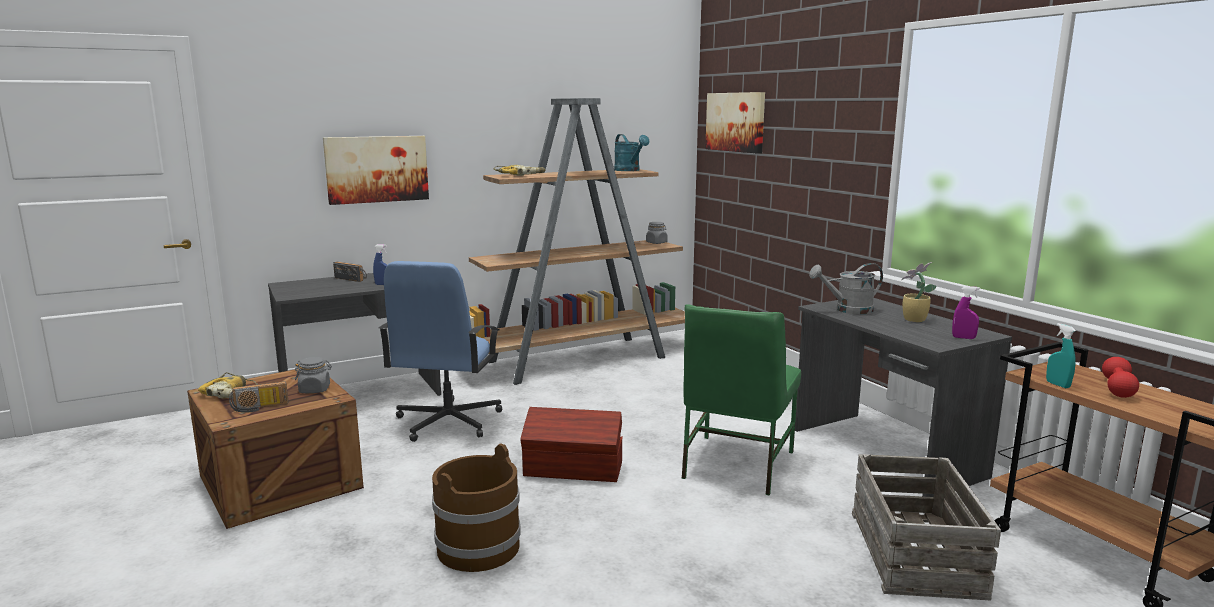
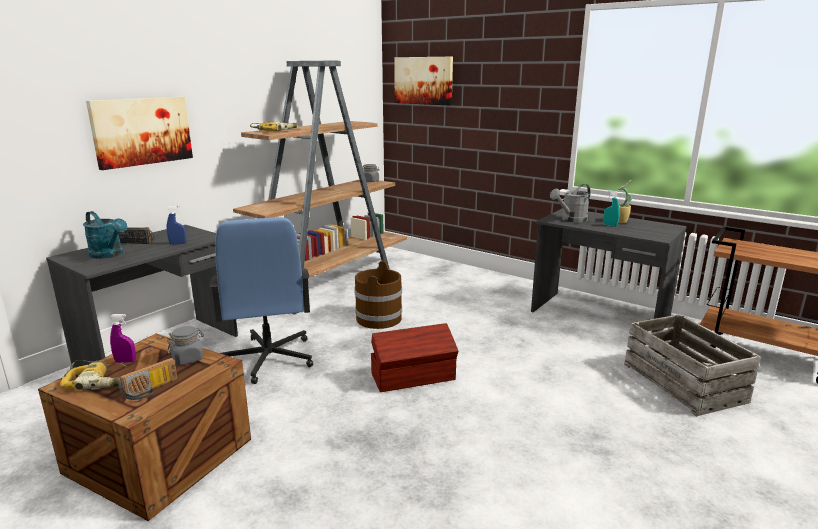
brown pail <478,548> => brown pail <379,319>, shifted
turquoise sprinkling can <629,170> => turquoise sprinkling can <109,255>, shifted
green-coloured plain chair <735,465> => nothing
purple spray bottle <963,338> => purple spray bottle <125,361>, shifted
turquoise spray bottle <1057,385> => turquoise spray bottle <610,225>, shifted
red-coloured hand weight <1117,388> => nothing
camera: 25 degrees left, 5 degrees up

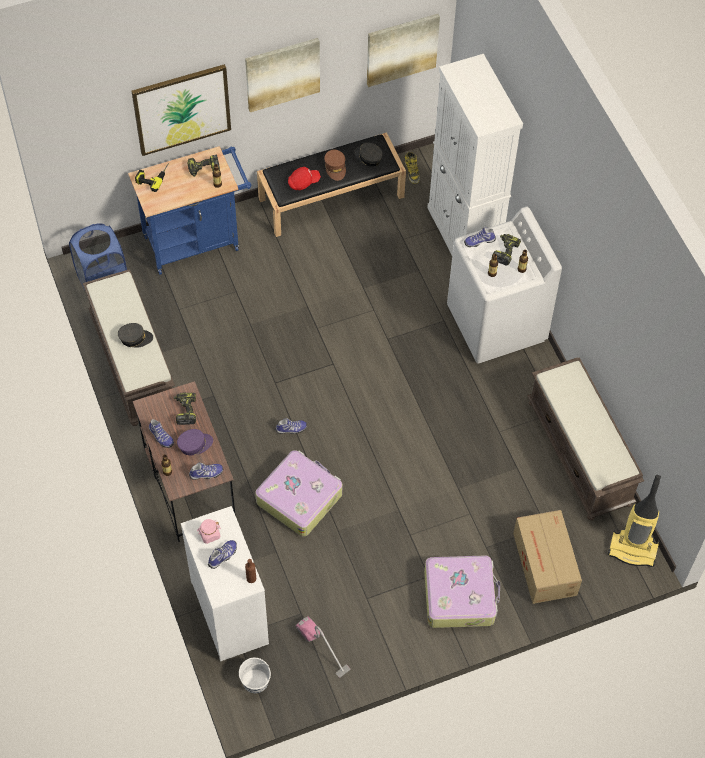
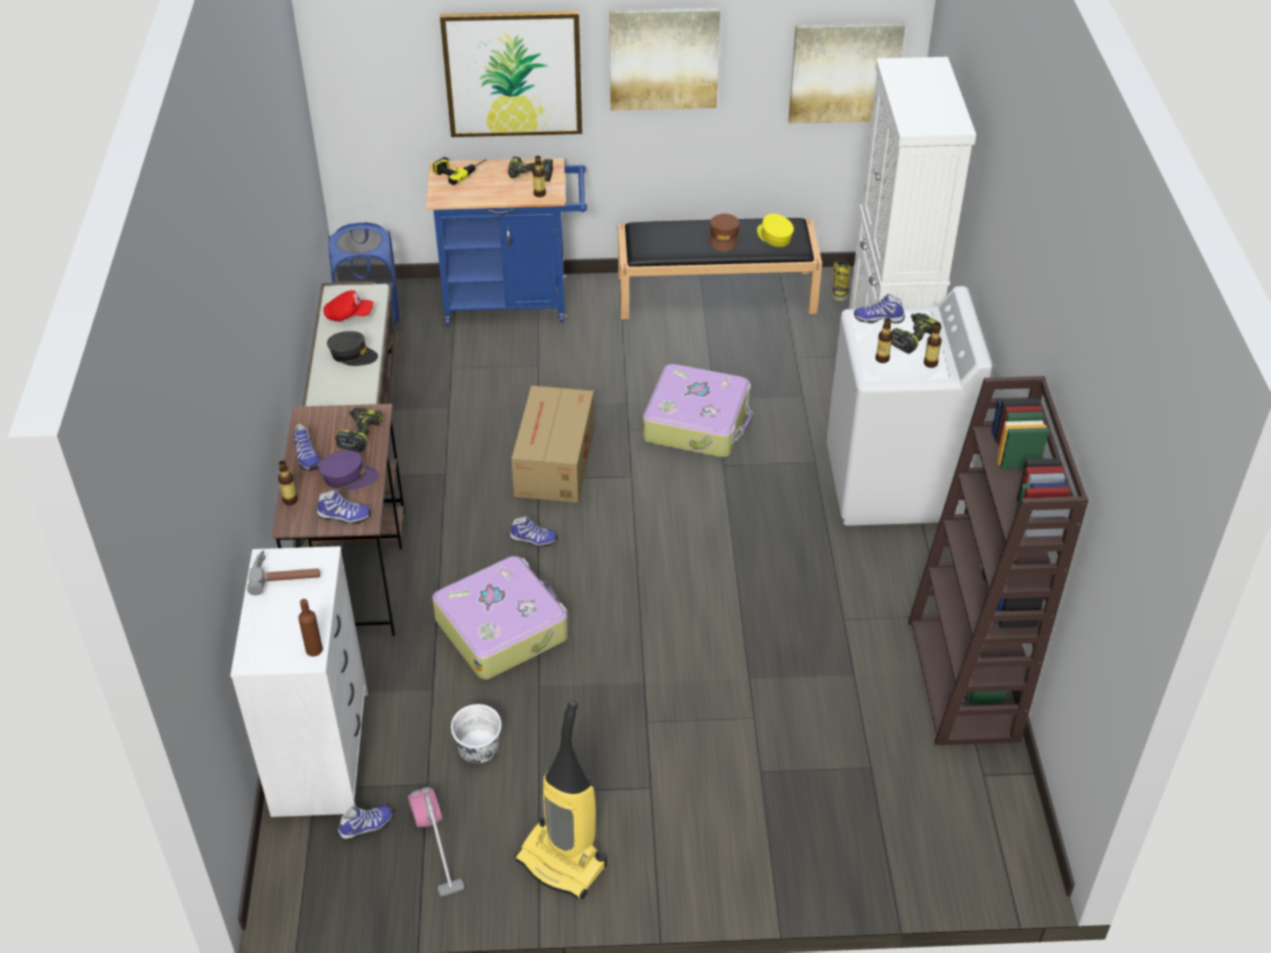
pinkish storage jar <209,534> => tool hammer <285,574>
low shoe <223,556> => low shoe <366,827>, shifted
whitish pail <255,681> => whitish pail <478,747>, shifted
red-coloured cap <303,182> => red-coloured cap <348,315>, shifted
gray cap <368,157> => yellow cap <774,236>
travel case <460,596> => travel case <698,422>, shifted
carton <544,565> => carton <554,462>, shifted
brown indoor bench <580,453> => brown bookcase <964,681>
vacuum cleaner <633,549> => vacuum cleaner <563,862>, shifted
camera: 20 degrees right, 15 degrees down

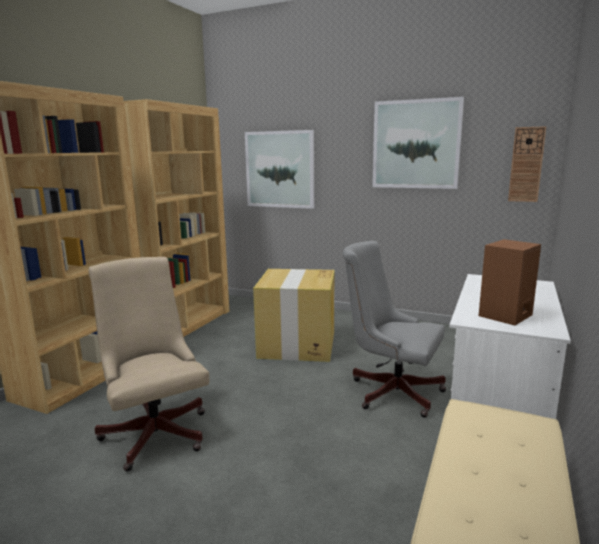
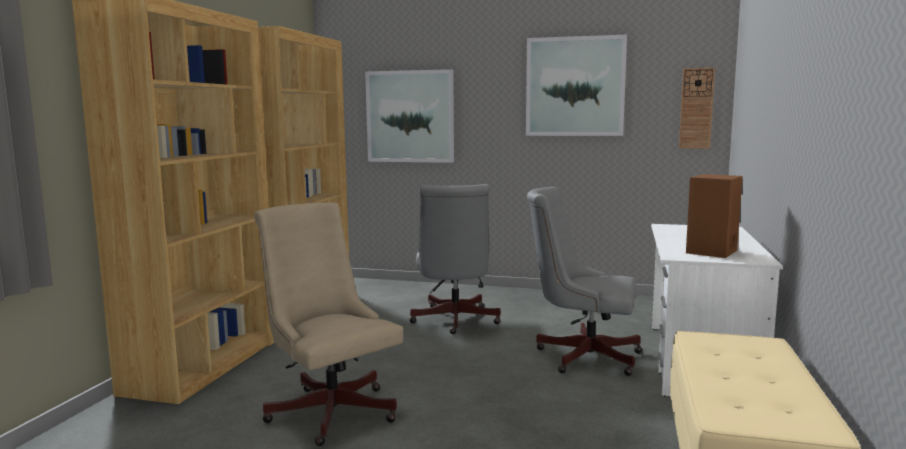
carton <297,345> => gray desk chair <454,321>
camera: 10 degrees left, 5 degrees down

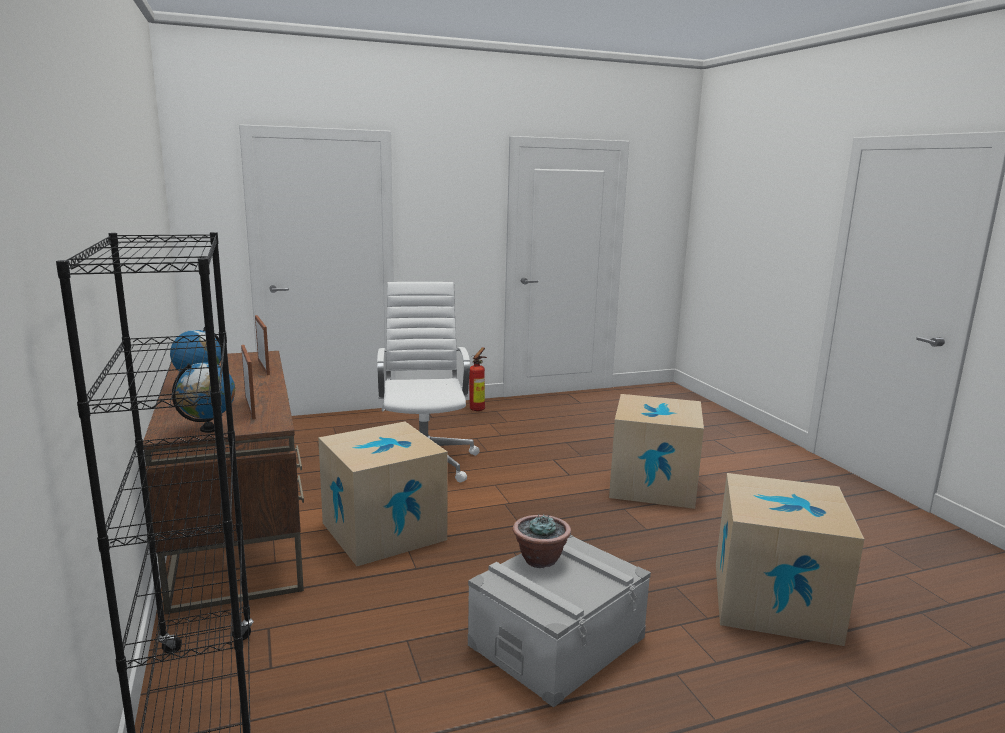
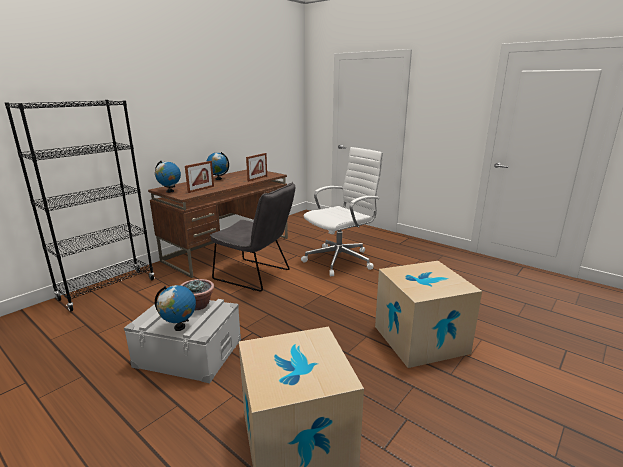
carton <383,531> => gray plain chair <256,276>
extinguisher <478,408> => nothing
nothing => desk globe <179,327>
camera: 60 degrees right, 5 degrees up

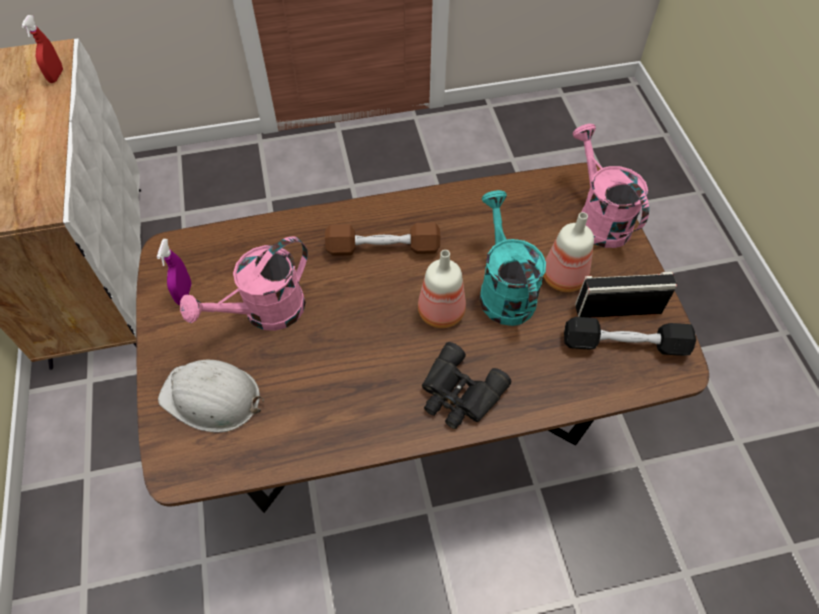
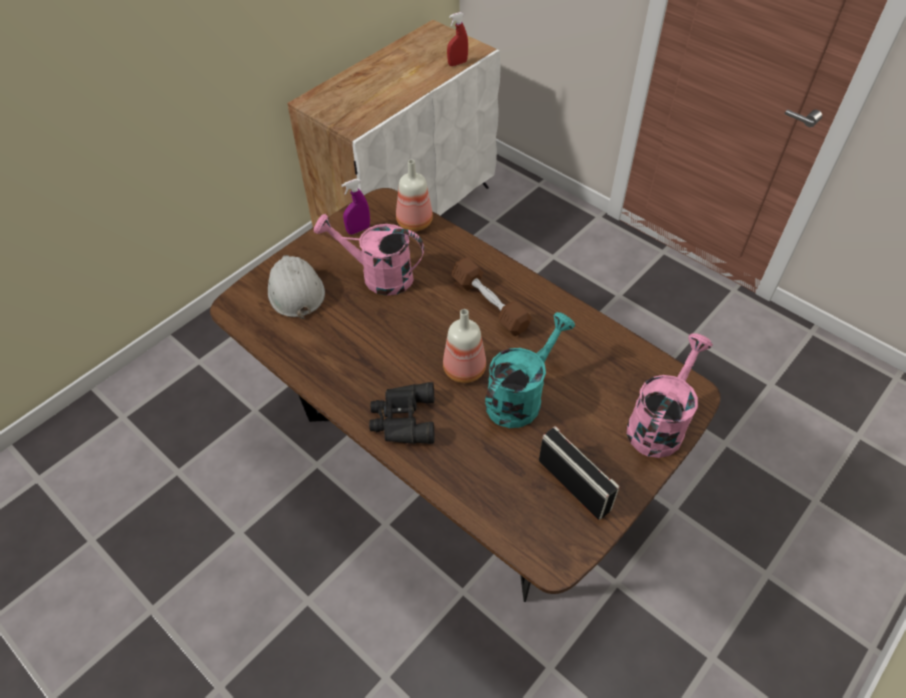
drink bottle <564,278> => drink bottle <414,223>, shifted
black-coloured hand weight <624,344> => nothing
camera: 55 degrees right, 5 degrees down

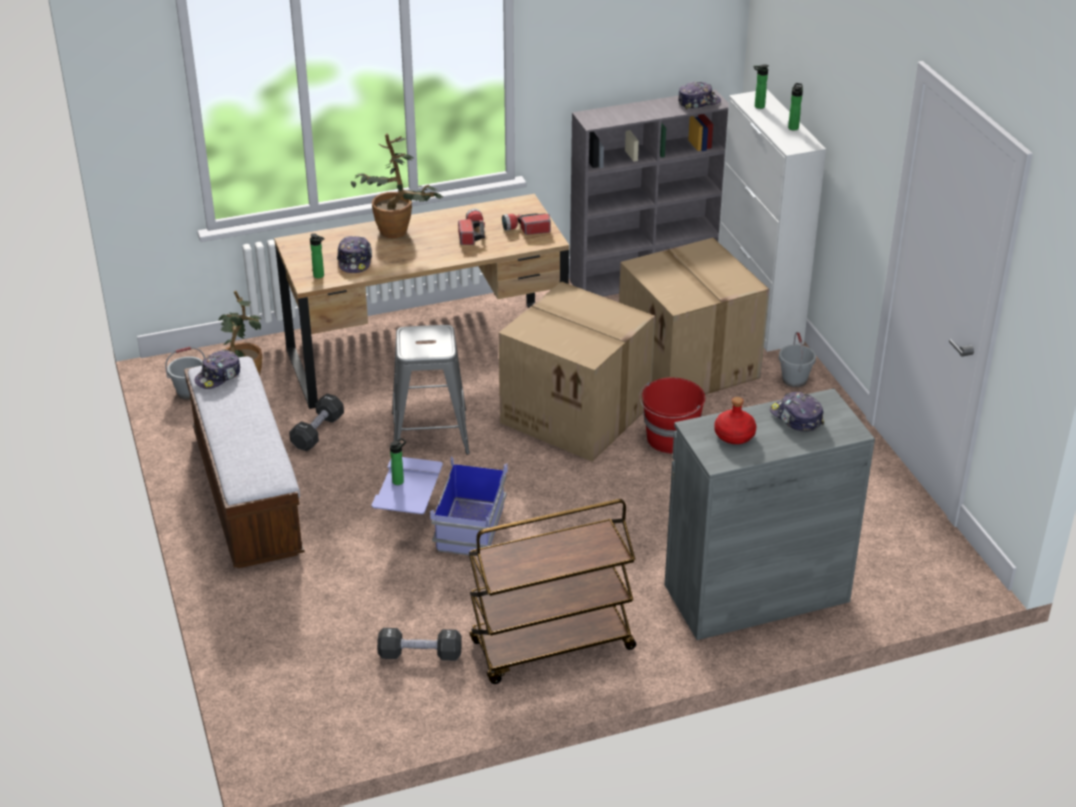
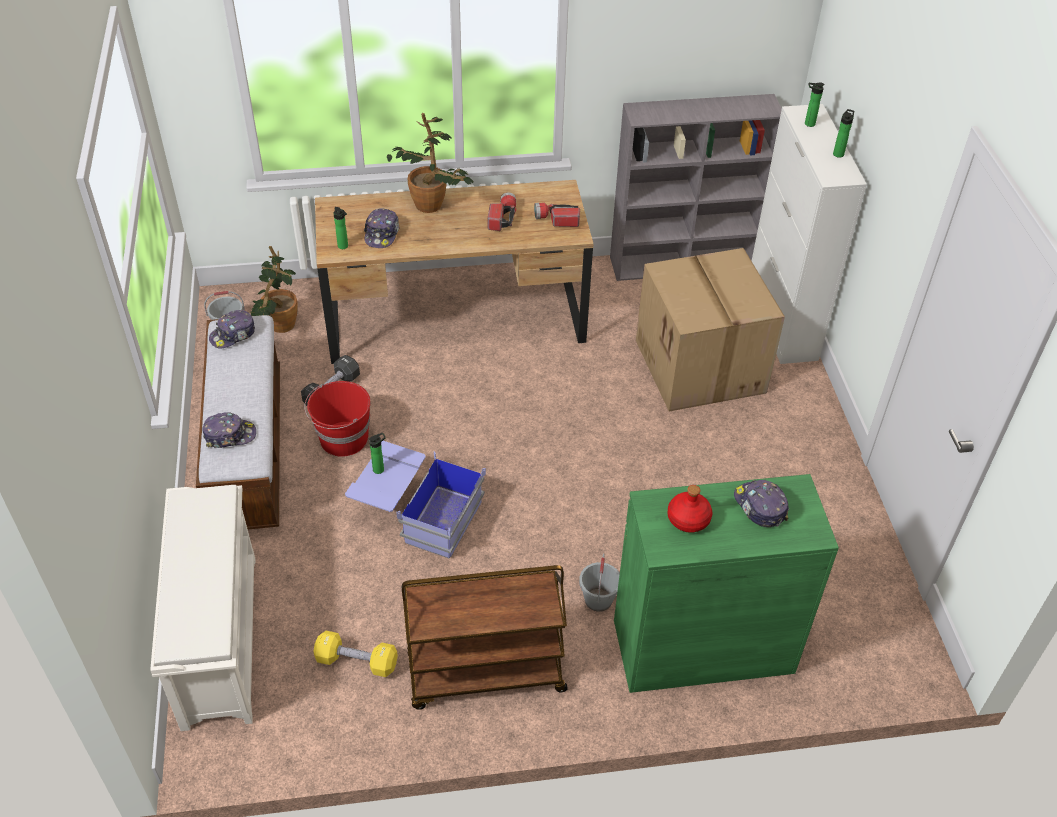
black-coloured hand weight <420,655> => yellow hand weight <357,661>
gray stool <430,433> => nothing
carton <578,413> => nothing
red-coloured pail <670,439> => red-coloured pail <343,439>, shifted
gray cabinet <756,593> => green-coloured cabinet <703,646>
cap <698,102> => cap <229,435>, shifted
gray pail <795,380> => gray pail <598,600>, shifted
nothing => whitish shoe shelf <219,638>
camera: 10 degrees right, 10 degrees up

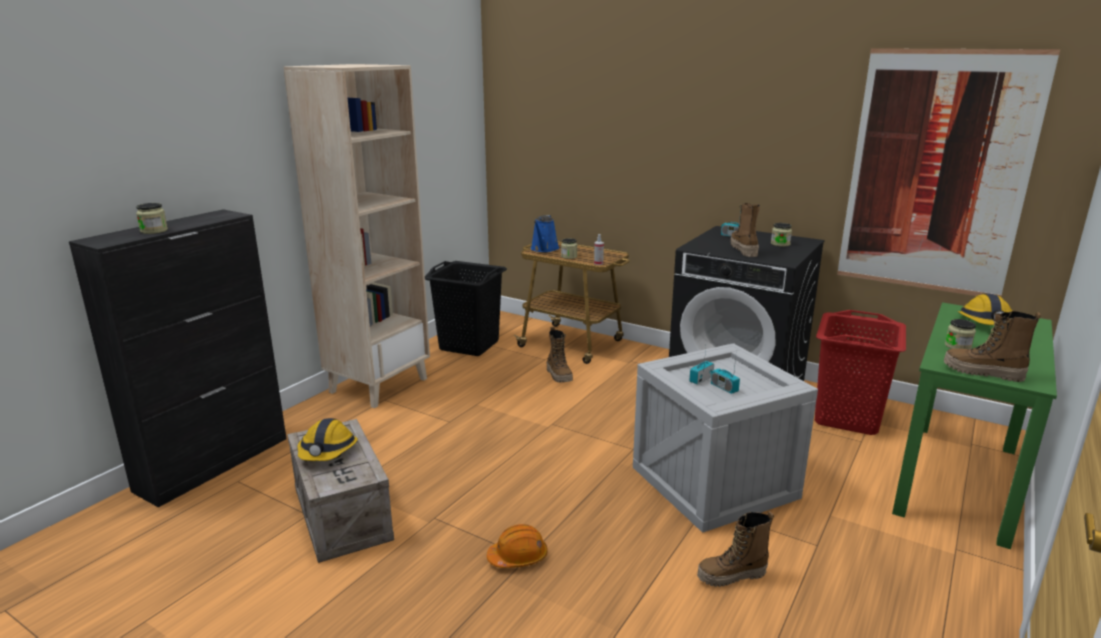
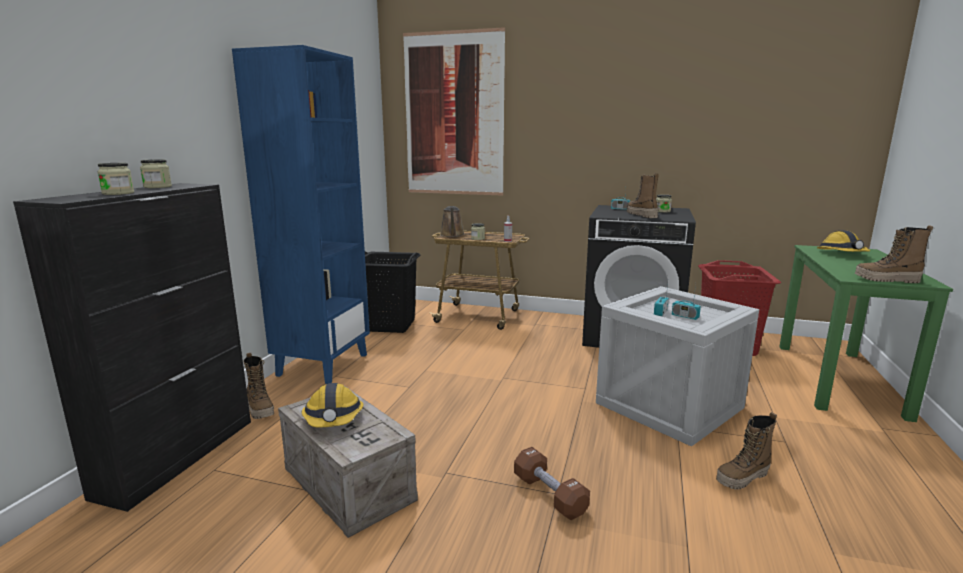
beige-coloured bookcase <379,385> => blue-coloured bookcase <323,364>
orange-coloured hard hat <518,557> => brown hand weight <549,495>
blue-coloured sprinkling can <544,249> => brown sprinkling can <452,235>
high-top boot <559,375> => high-top boot <260,409>, shifted
wall art <936,174> => wall art <454,115>, shifted
storage jar <958,346> => storage jar <157,187>, shifted
camera: 15 degrees left, 5 degrees down

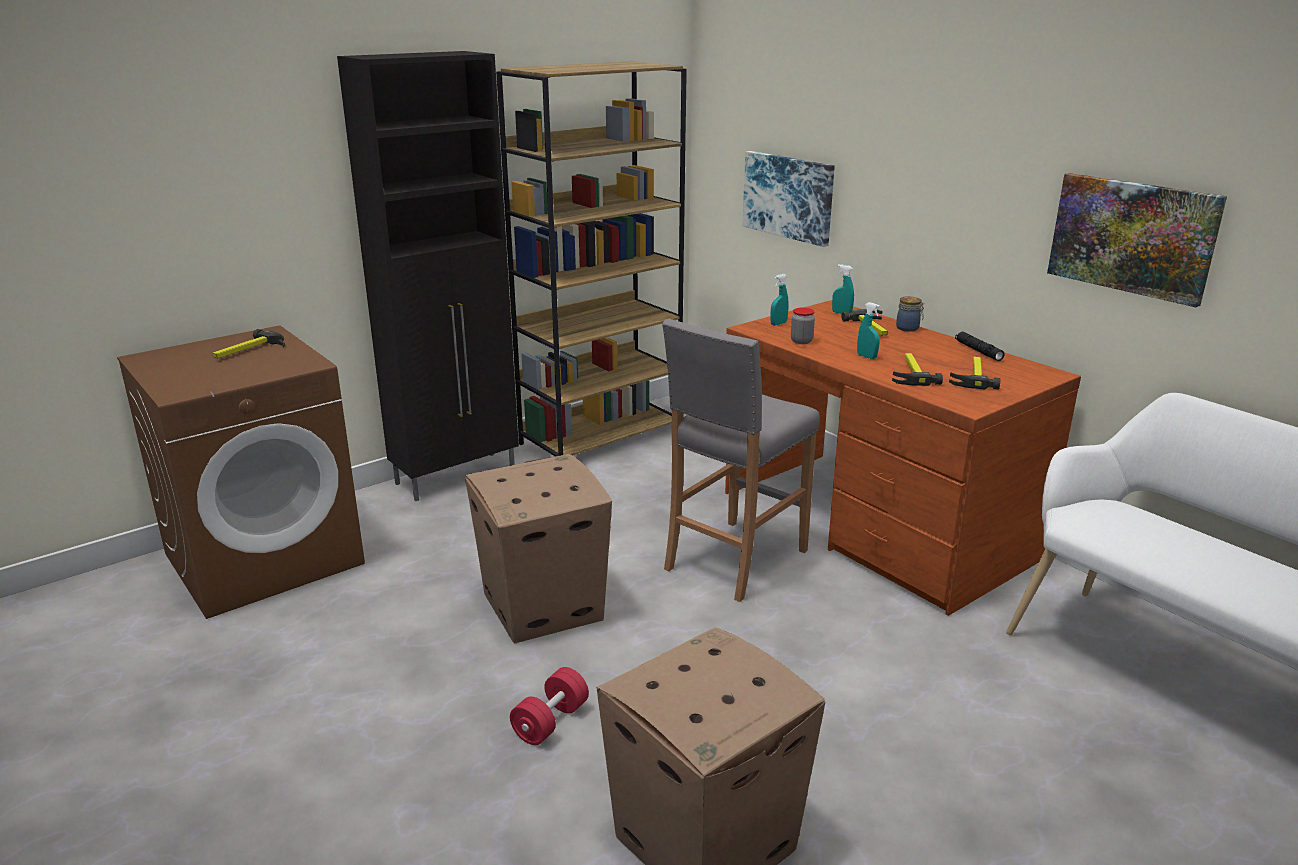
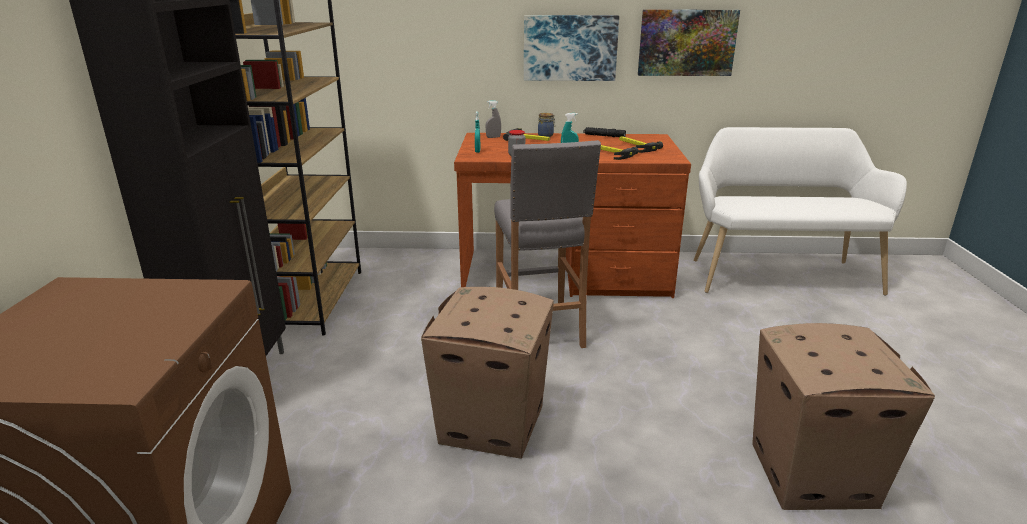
tool hammer <248,351> => nothing
red-coloured hand weight <550,721> => nothing
wall art <789,197> => wall art <570,48>, shifted
turquoise spray bottle <841,313> => gray spray bottle <493,137>
camera: 50 degrees left, 0 degrees up

